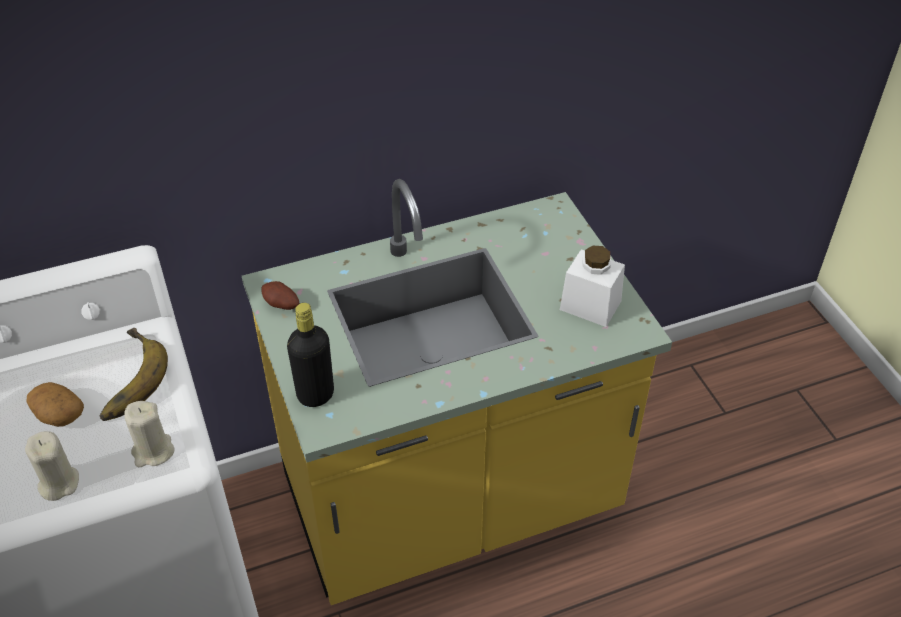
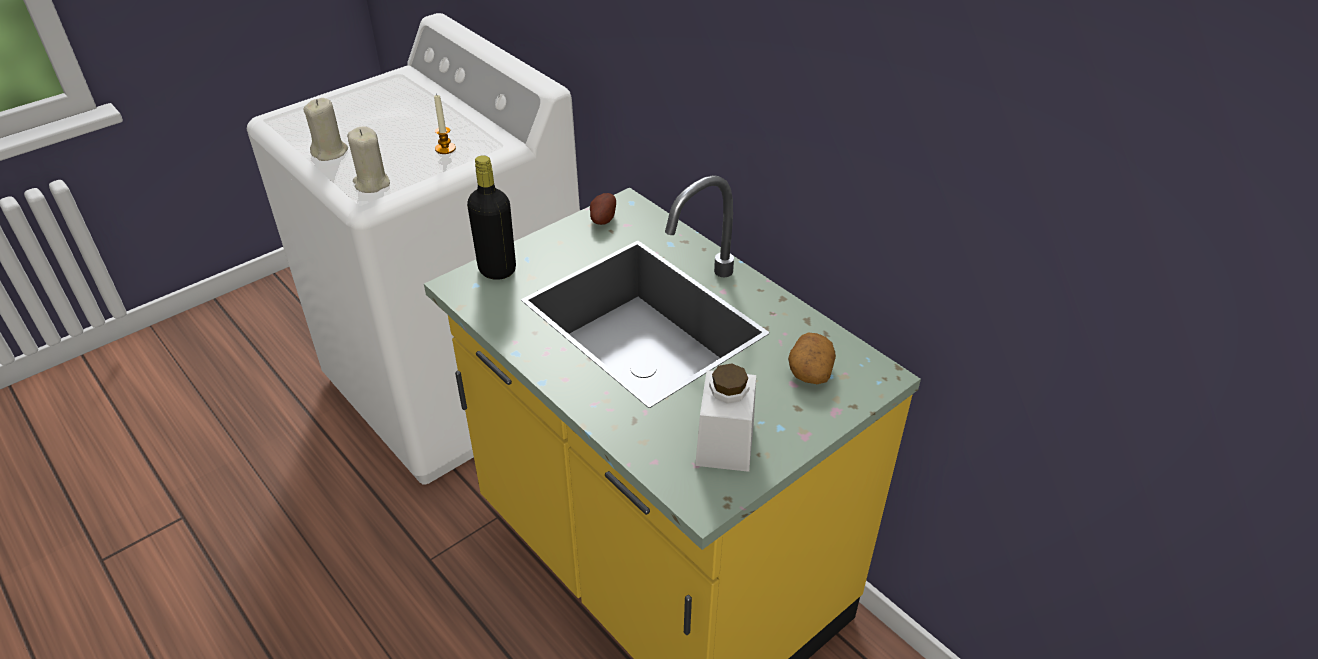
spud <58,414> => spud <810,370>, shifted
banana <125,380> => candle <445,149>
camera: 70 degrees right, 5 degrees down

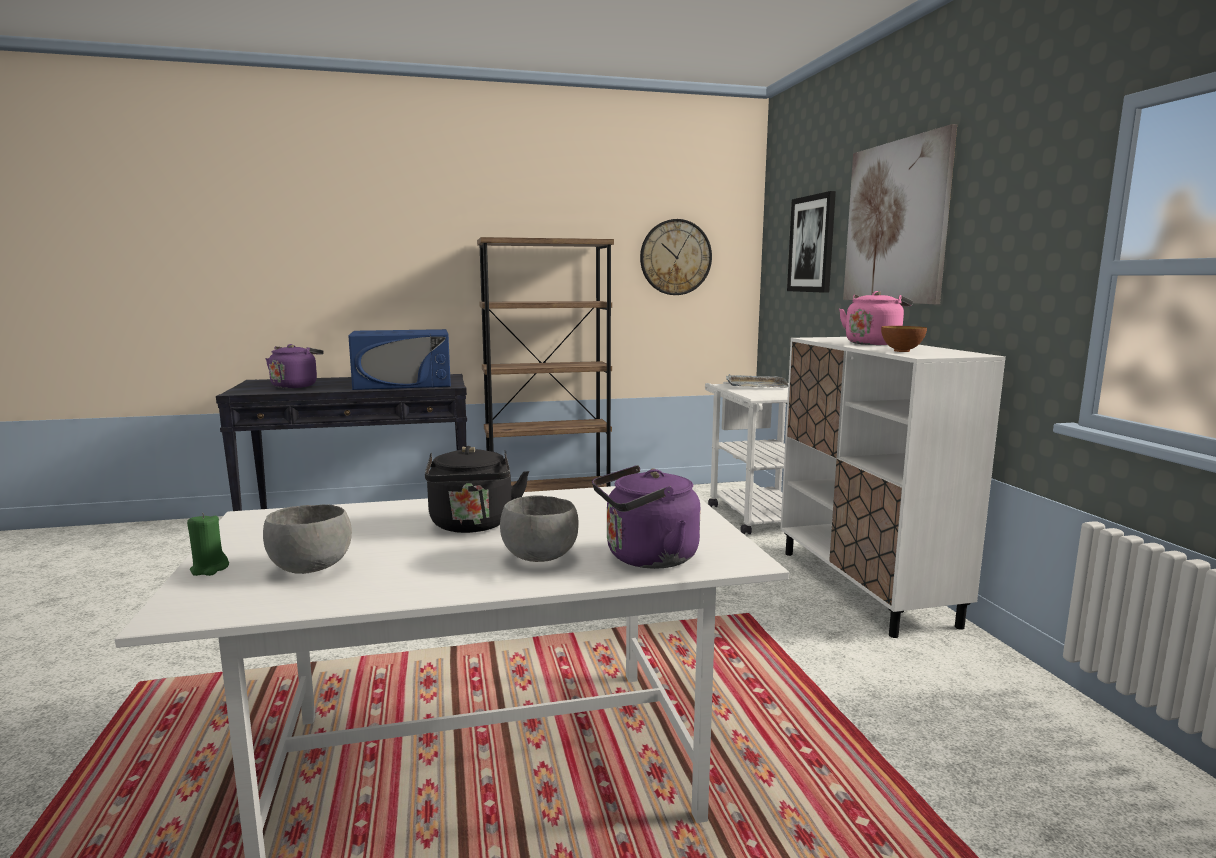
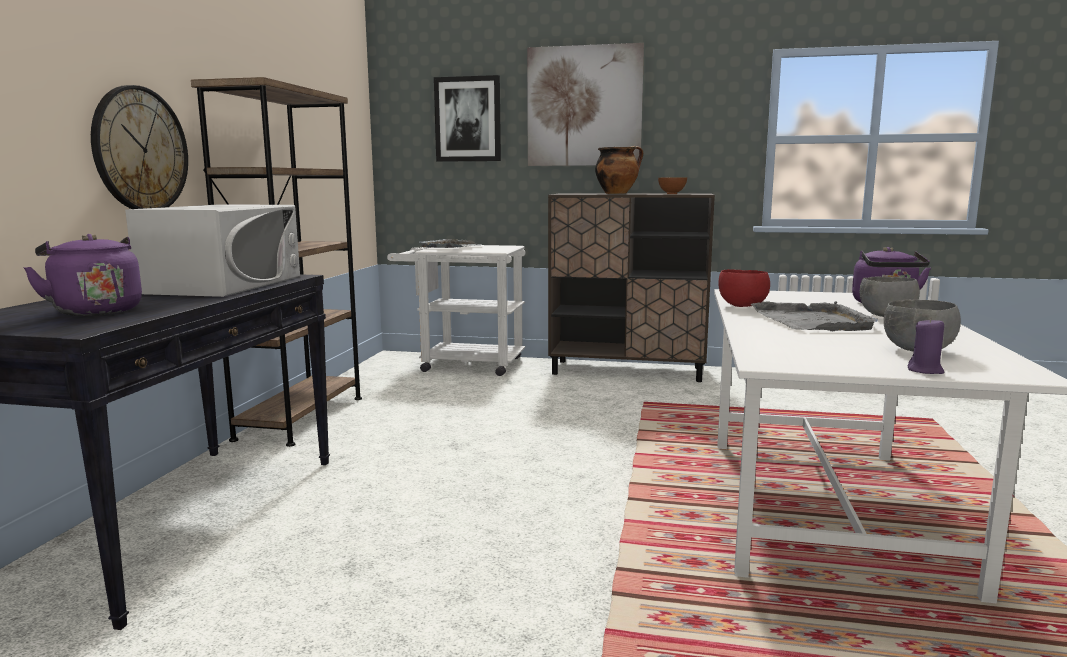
green-coloured candle <209,569> => purple candle <925,370>
blue-coloured microwave <403,383> => whitish microwave <224,284>
black-coloured tea kettle <472,526> => gray tray <813,321>
hanging clock <675,257> => hanging clock <140,150>, shifted
whitish cabinet <864,587> => brown cabinet <628,371>
pinkish tea kettle <873,343> => stockpot <617,193>
nothing => red-coloured deep dish <741,306>
camera: 65 degrees left, 0 degrees up

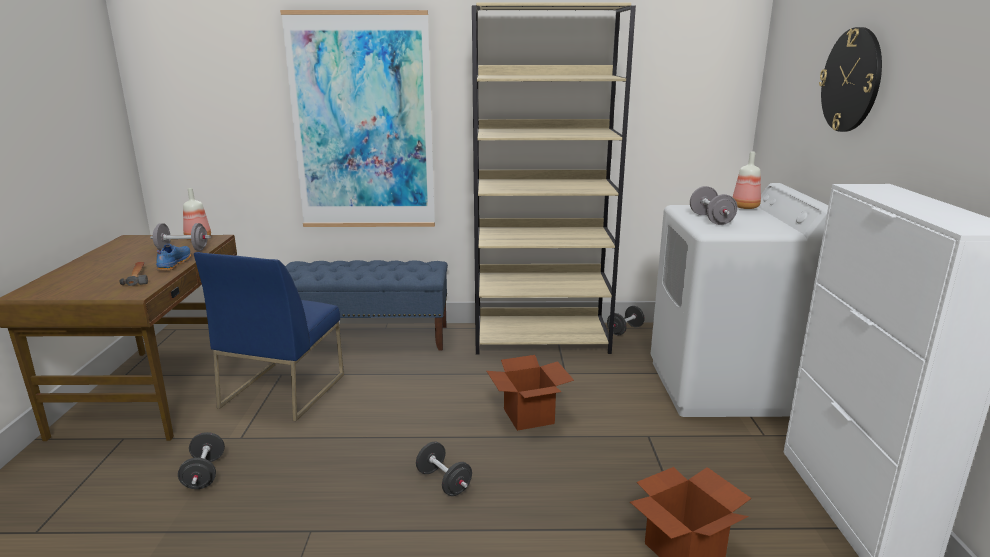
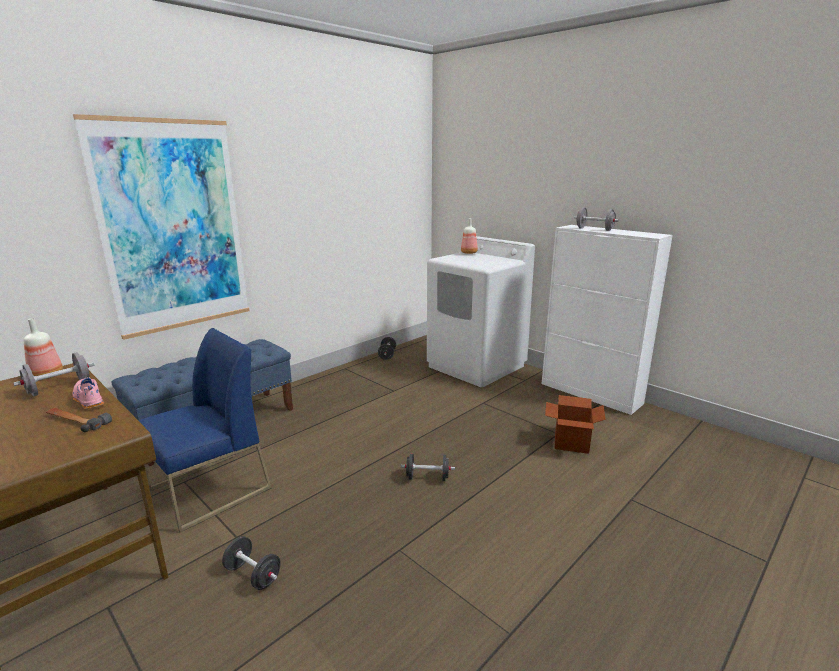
blue-coloured low shoe <173,264> => pinkish low shoe <88,400>
blue-coloured plain chair <283,390> => blue-coloured plain chair <209,490>, 105 degrees counterclockwise
beige-coloured bookcase <542,339> => nothing
carton <528,416> => nothing
gray hand weight <711,219> => gray hand weight <594,229>, shifted
hanging clock <851,80> => nothing
camera: 45 degrees left, 0 degrees up

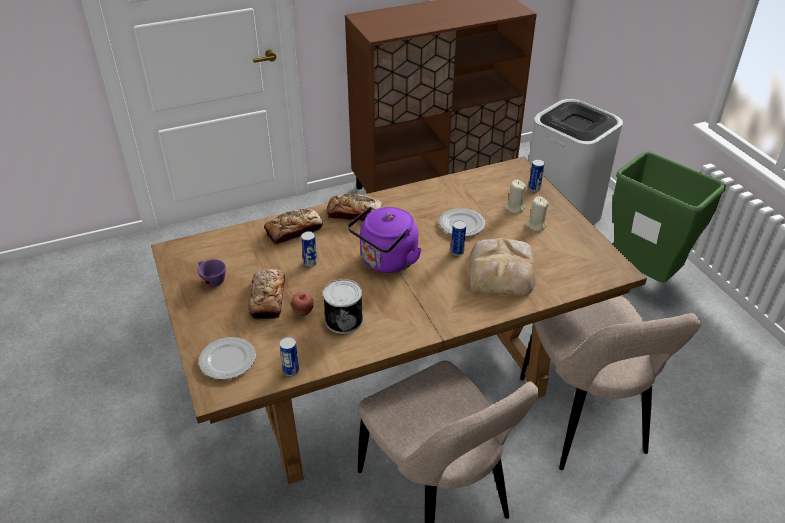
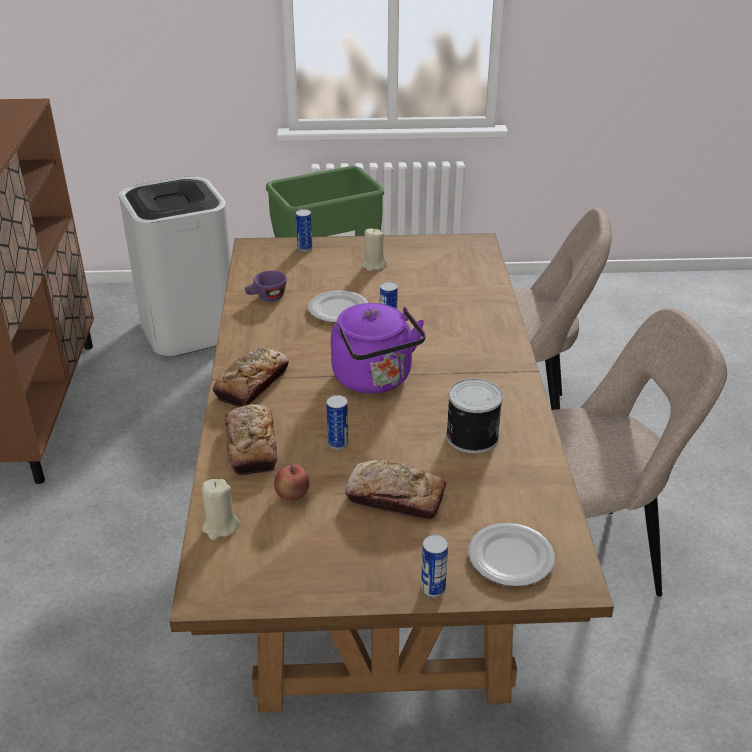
purple drinking cup <211,279> => purple drinking cup <266,298>, shifted
sealed can <291,371> => sealed can <433,589>, shifted
whole apple <303,312> => whole apple <292,496>, shifted
baked bread <502,271> => nothing
beige-coloured candle <514,208> => beige-coloured candle <220,527>, shifted
camera: 70 degrees left, 5 degrees down

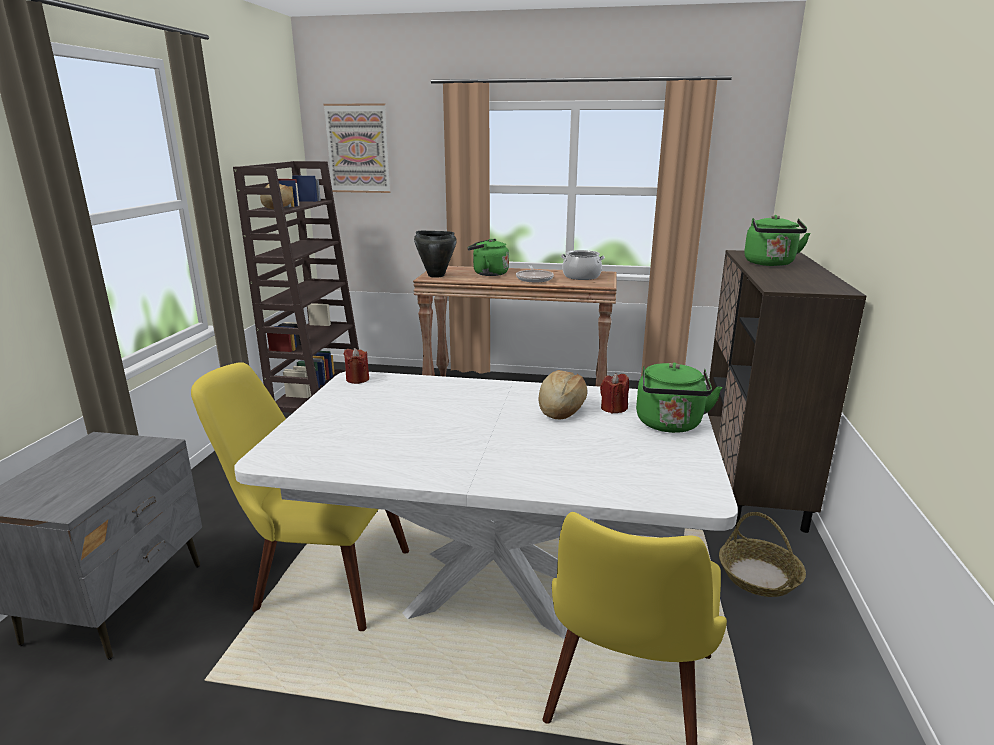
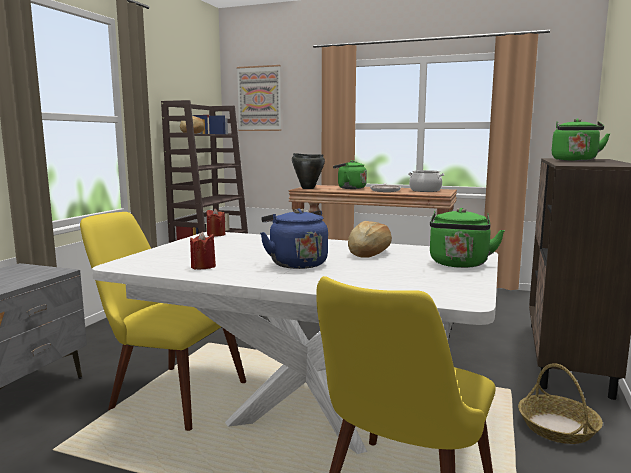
red-coloured candle <613,408> => red-coloured candle <203,267>, shifted
nothing => blue-coloured tea kettle <296,263>
camera: 10 degrees right, 10 degrees down

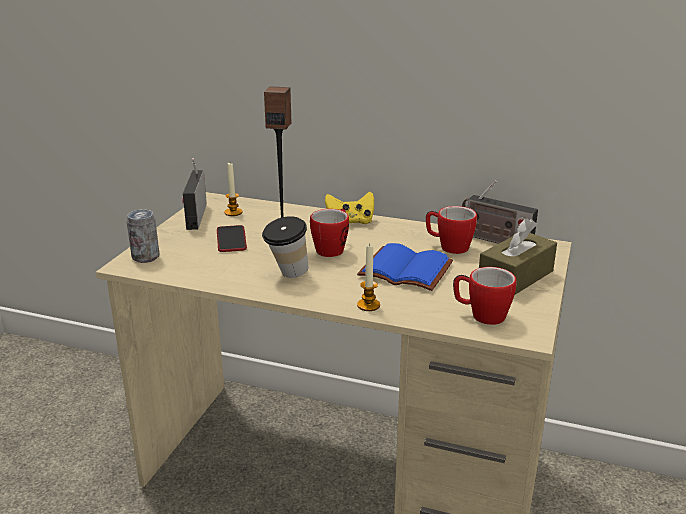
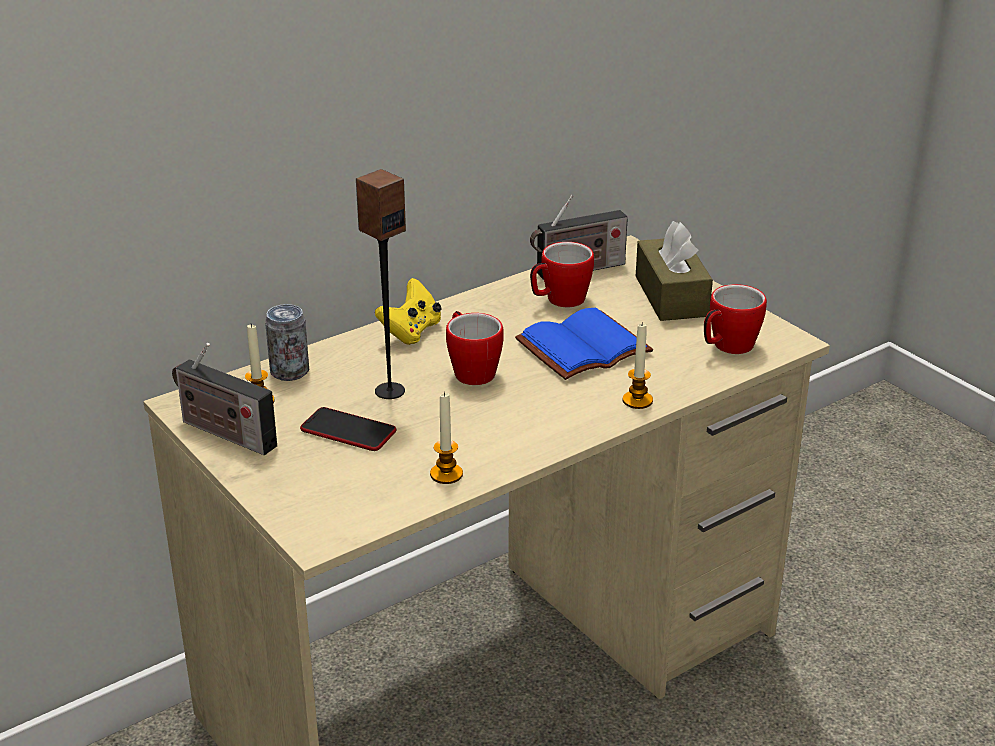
sealed can <145,257> => sealed can <289,372>, shifted
drinking cup <287,275> => nothing
nothing => candle <446,474>
camera: 55 degrees left, 5 degrees up

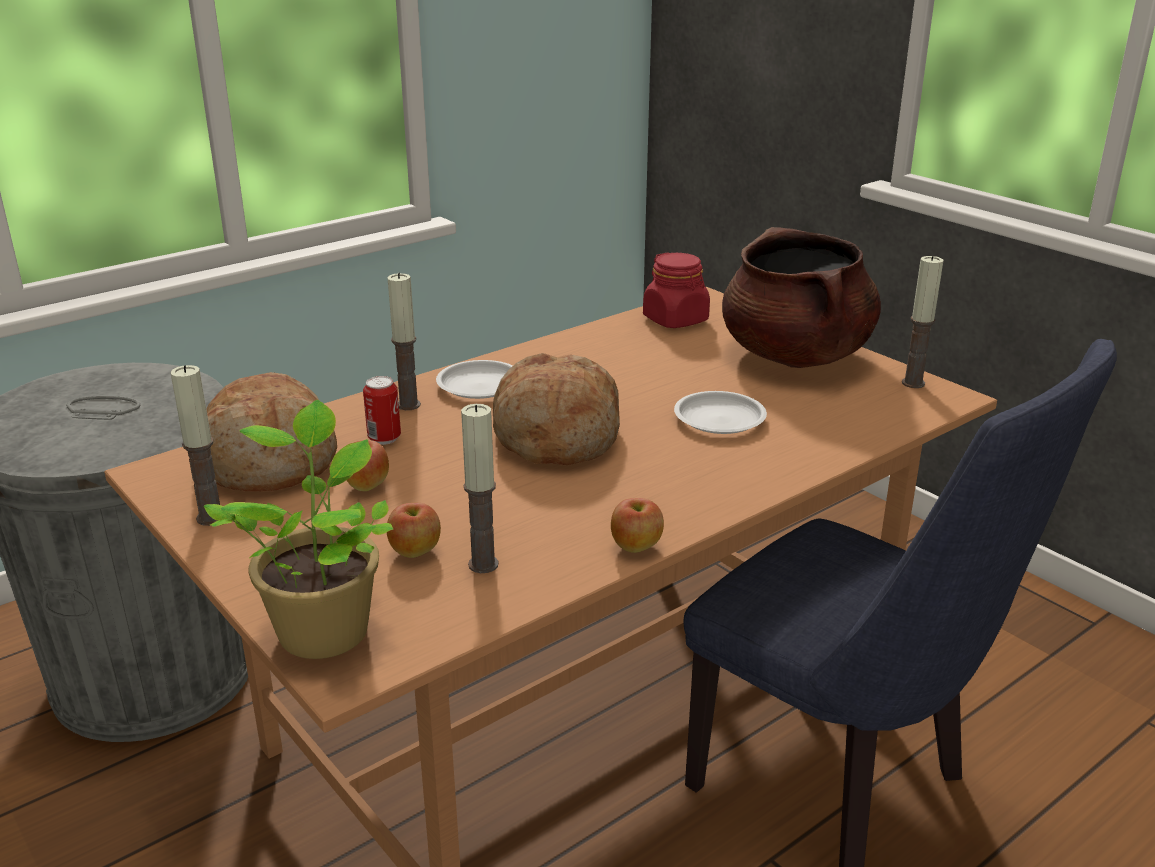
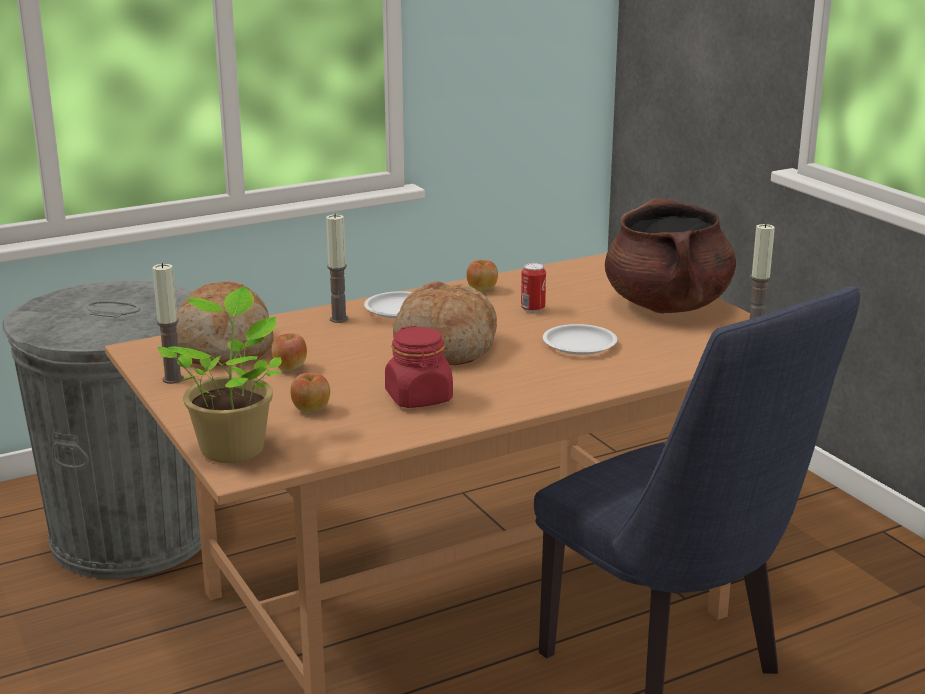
sealed can <384,438> => sealed can <533,309>, shifted
candle <483,564> => nothing
whole apple <636,547> => whole apple <482,290>, shifted
red-coloured storage jar <676,320> => red-coloured storage jar <419,398>, shifted
camera: 10 degrees right, 5 degrees down

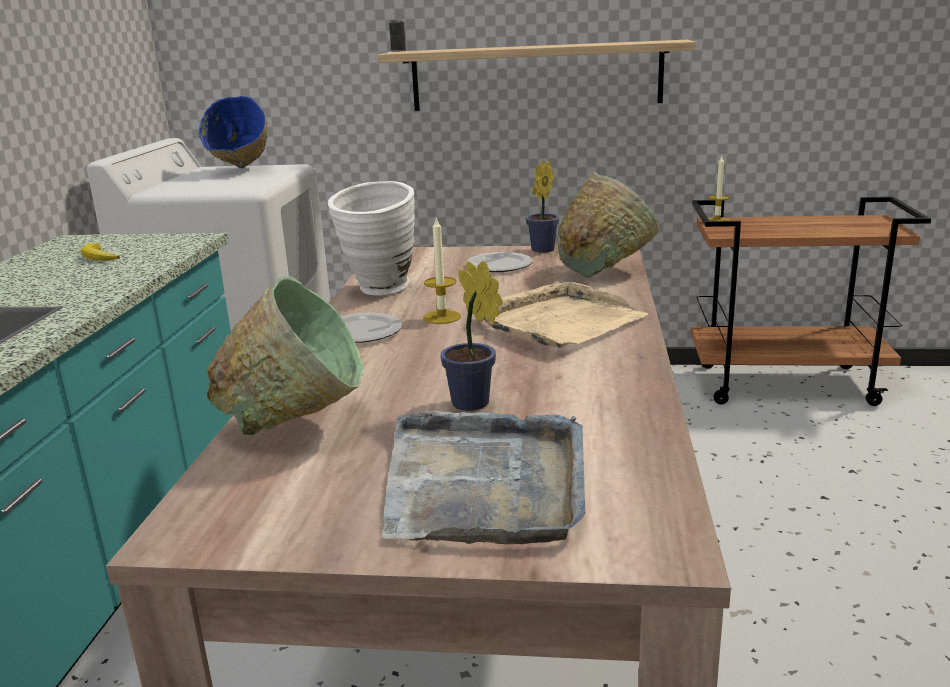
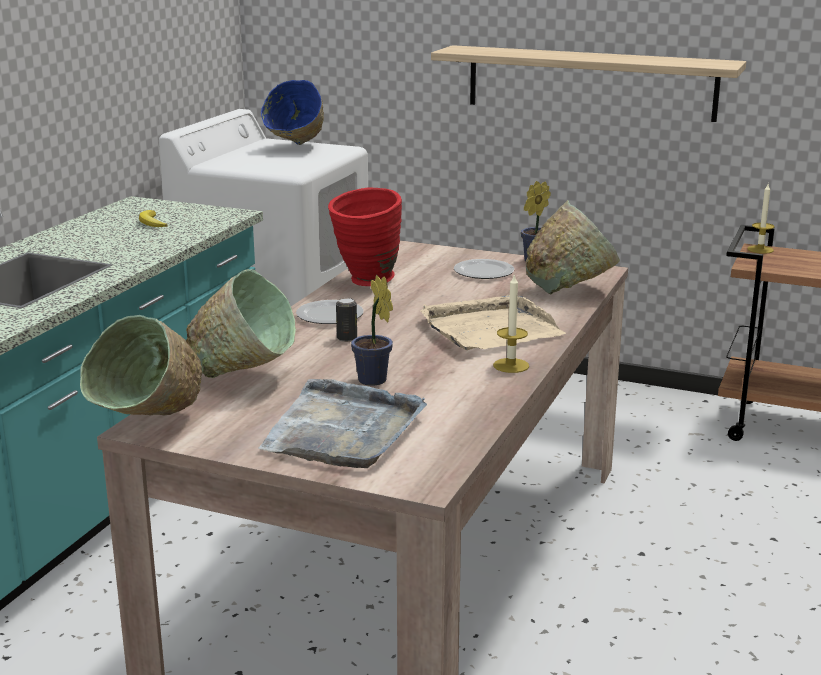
whitish decorative vase <380,291> => red-coloured decorative vase <366,283>
sealed can <398,51> => sealed can <347,338>, shifted
candle <442,317> => candle <511,365>, shifted
nothing => green-coloured deep dish <151,427>
camera: 15 degrees right, 0 degrees up

